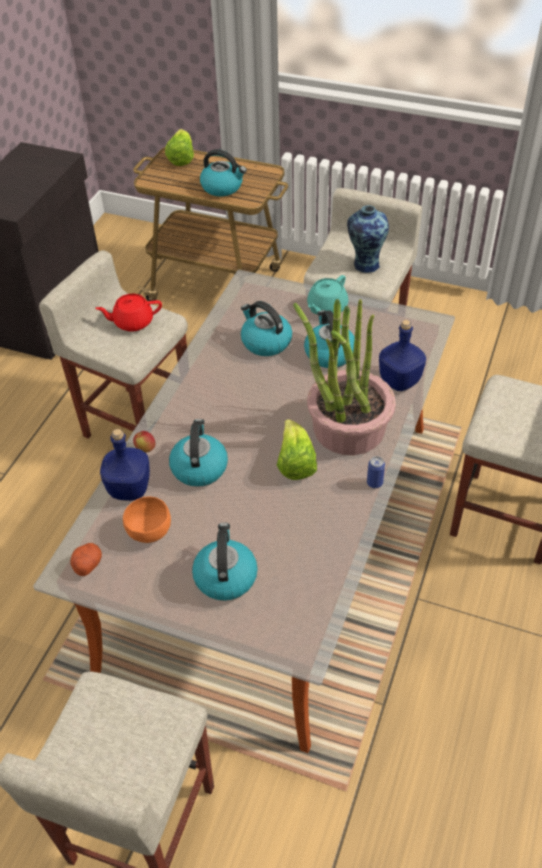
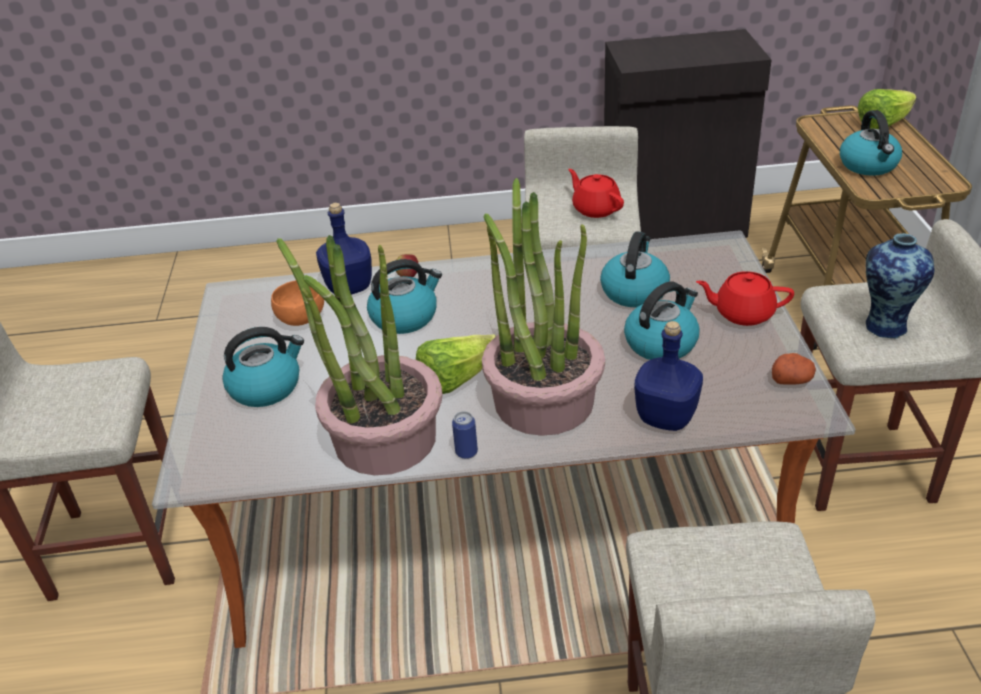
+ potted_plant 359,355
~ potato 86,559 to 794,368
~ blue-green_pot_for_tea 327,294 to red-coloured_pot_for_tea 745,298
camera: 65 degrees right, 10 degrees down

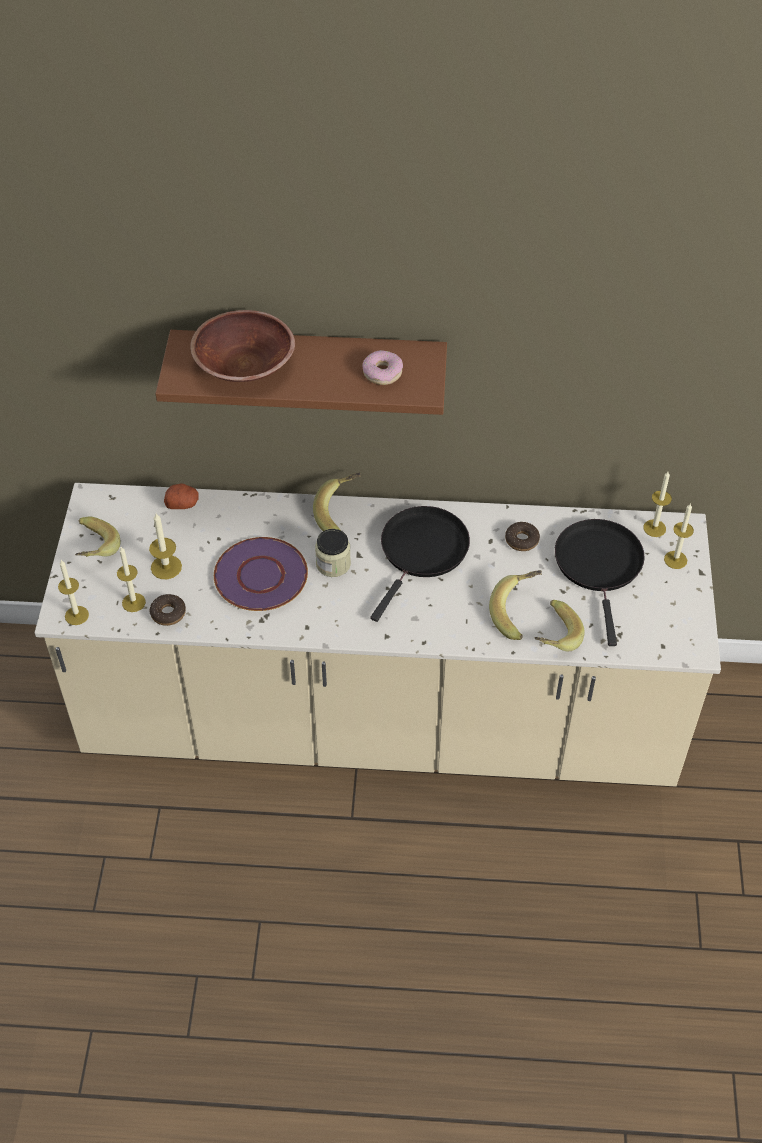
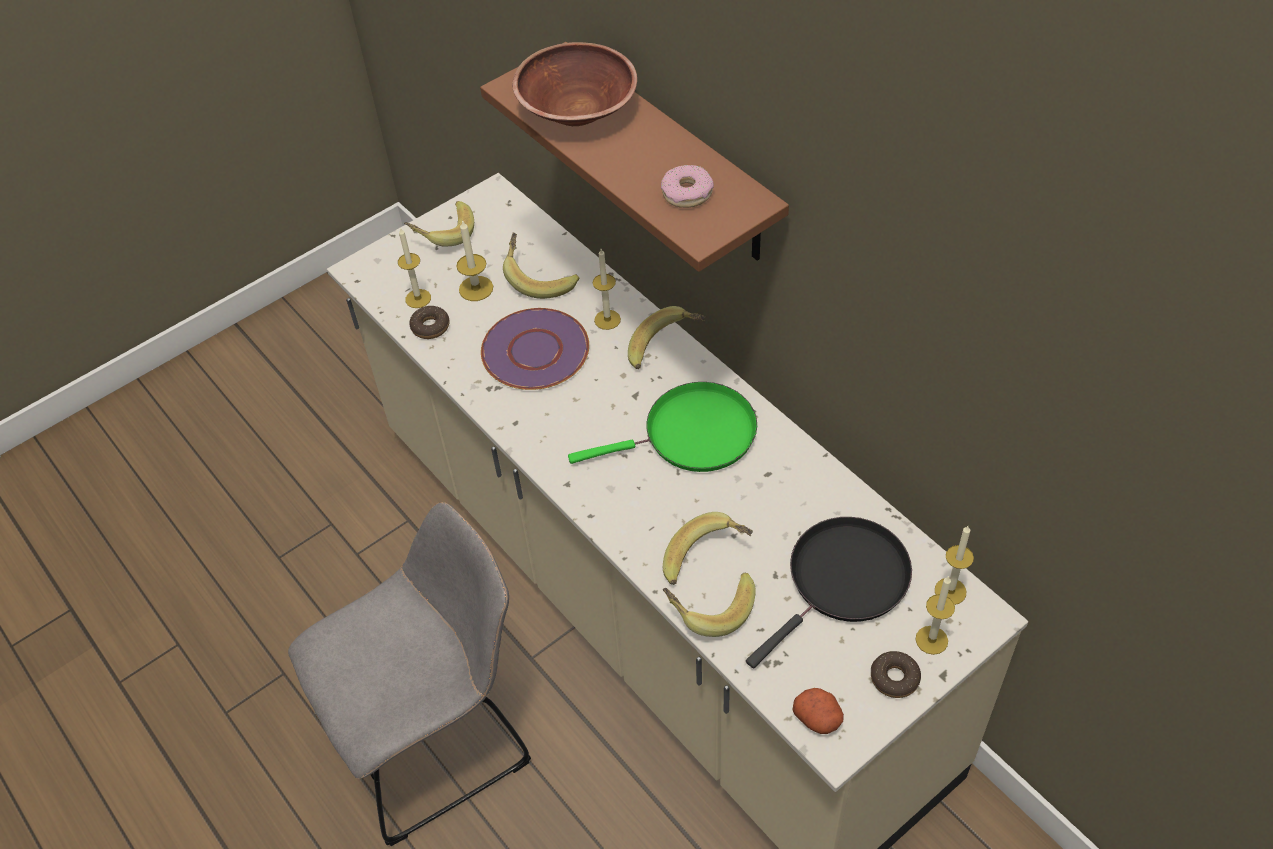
- jar 333,553
+ greyish_chair 409,674
+ banana_fruit 541,266
~ wax_candle 73,592 to 607,289
~ potato 181,496 to 818,711
~ donut 522,536 to 896,674
~ black_skillet 420,564 to greenish_skillet 662,427
camera: 50 degrees right, 0 degrees up

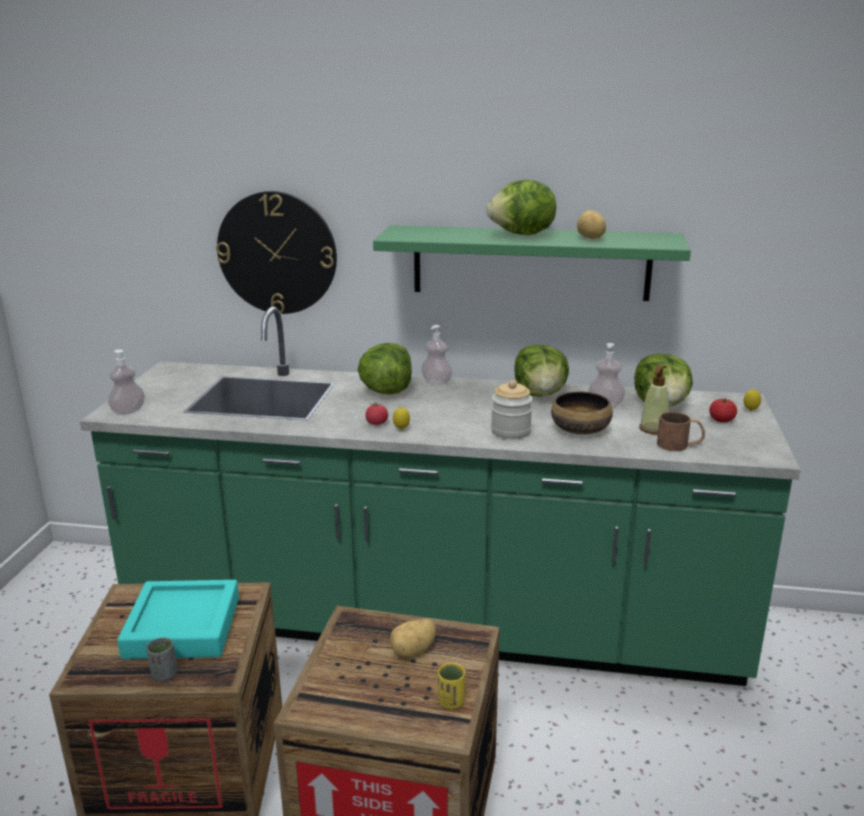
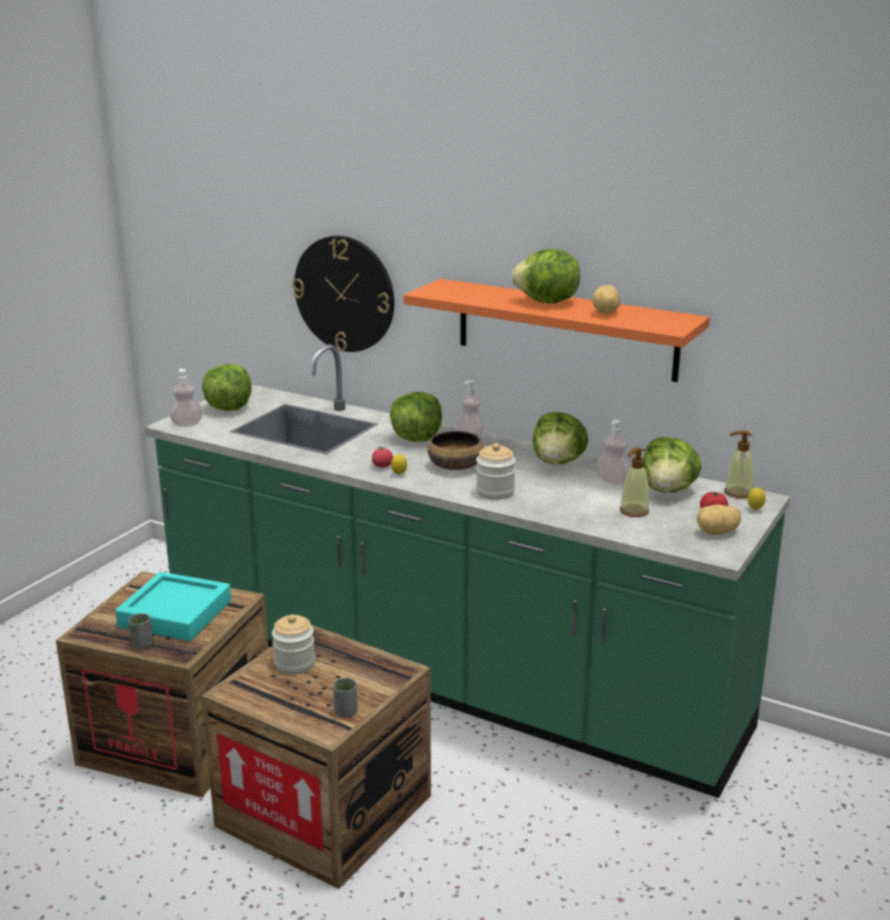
- brown-coloured_mug 681,431
+ head_of_lettuce 226,387
+ jar 293,644
+ soap_dispenser 739,464
~ potato 413,638 to 719,519
~ deep_dish 582,413 to 455,450
~ greenish_shelf 532,263 to orangey_shelf 556,330
~ yellow_small_cup 451,686 to greyish_small_cup 345,698
camera: 20 degrees right, 0 degrees up

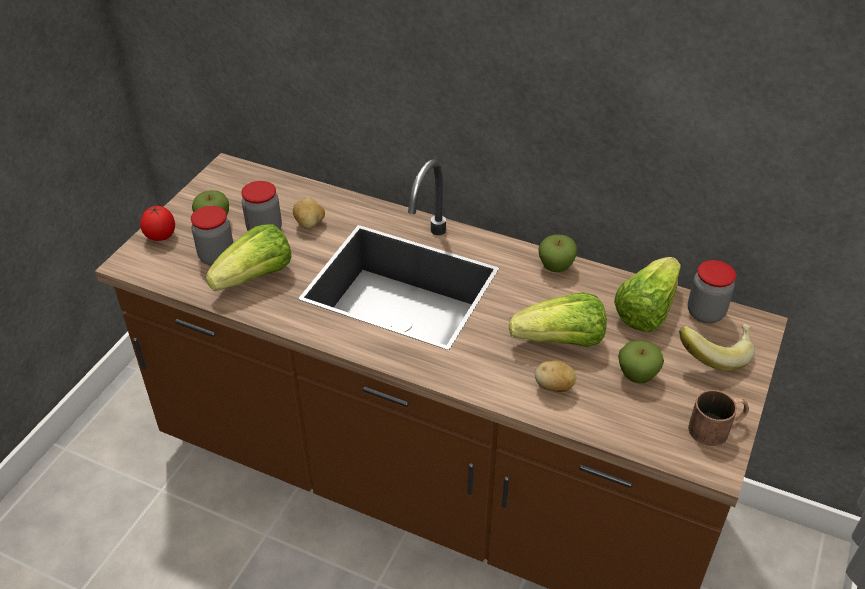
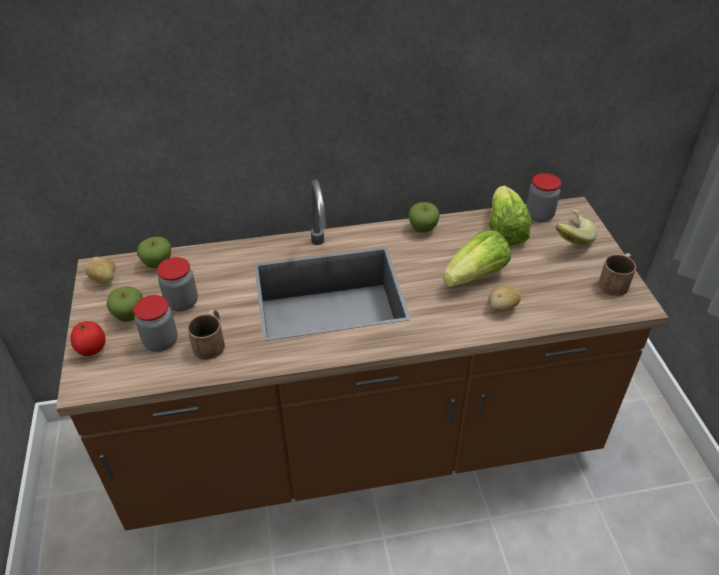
~ potato 309,213 to 100,270
~ apple 641,362 to 154,253
~ head_of_lettuce 248,257 to brown-coloured_mug 206,334
camera: 35 degrees left, 0 degrees up

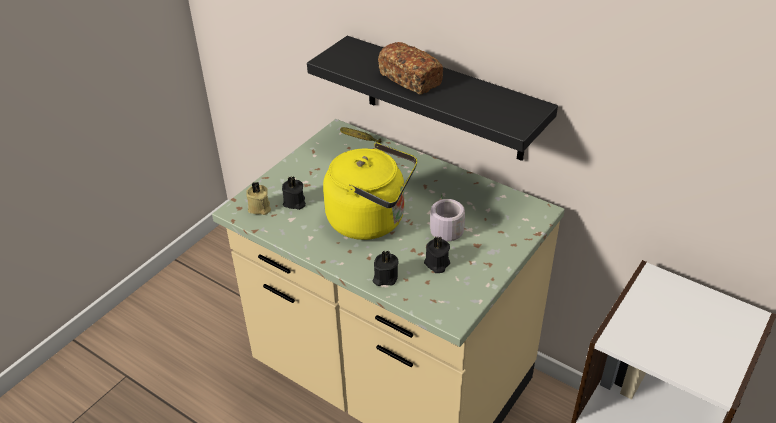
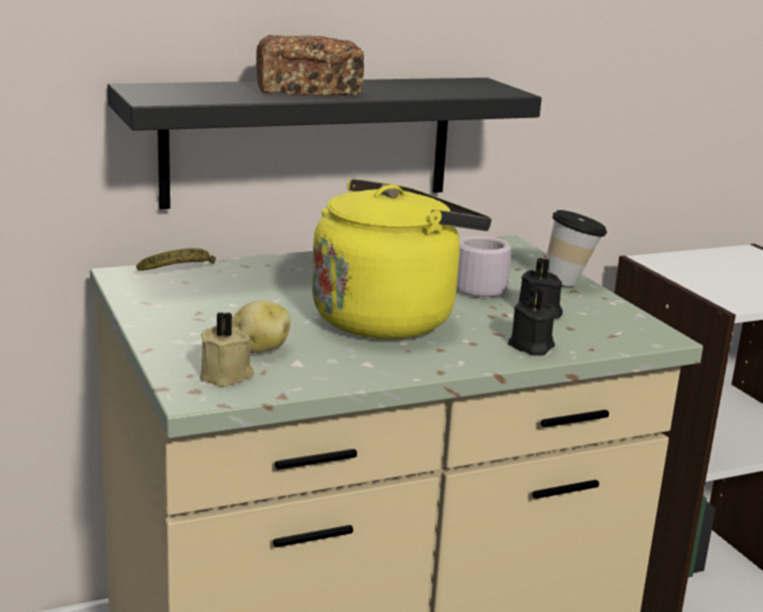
+ small_cup 576,248
~ black_wax_candle 294,193 to potato 261,326
camera: 60 degrees left, 20 degrees down

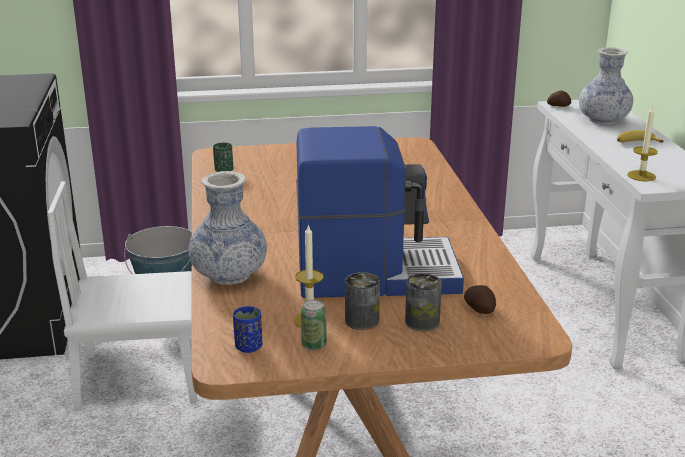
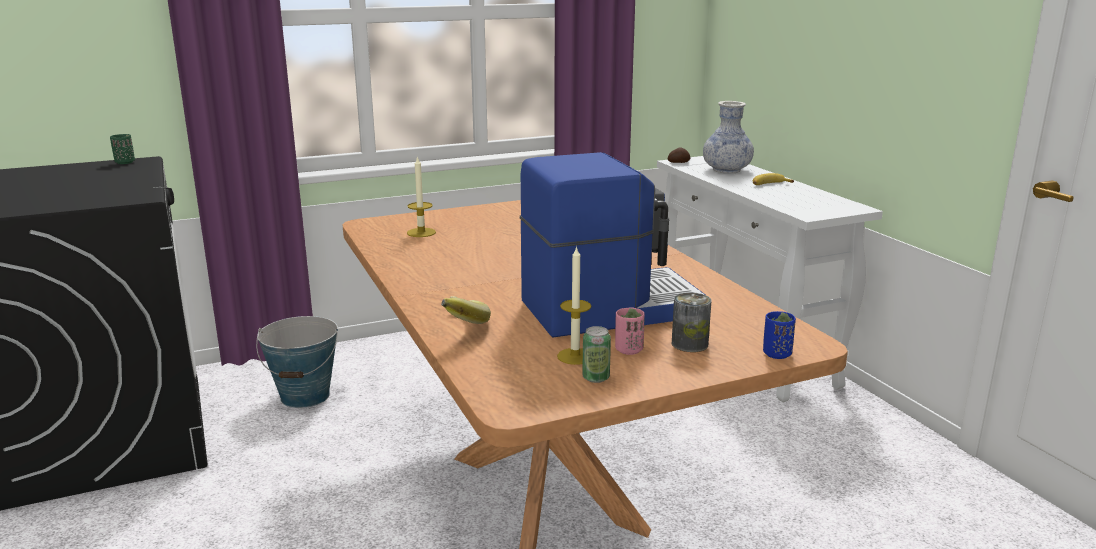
- white_chair 122,296
- potato 480,299
~ greenish_small_cup 223,157 to 122,149
~ blue-coloured_small_cup 247,329 to 779,335
~ wax_candle 642,143 to 421,196
~ flower_vase 227,228 to banana_fruit 466,310
~ metal_can 362,301 to pink_small_cup 630,331
camera: 15 degrees left, 5 degrees down

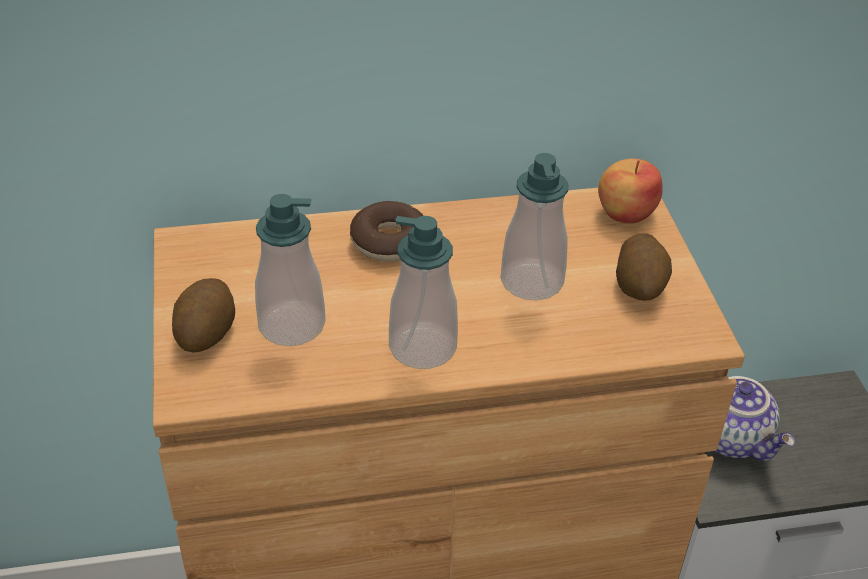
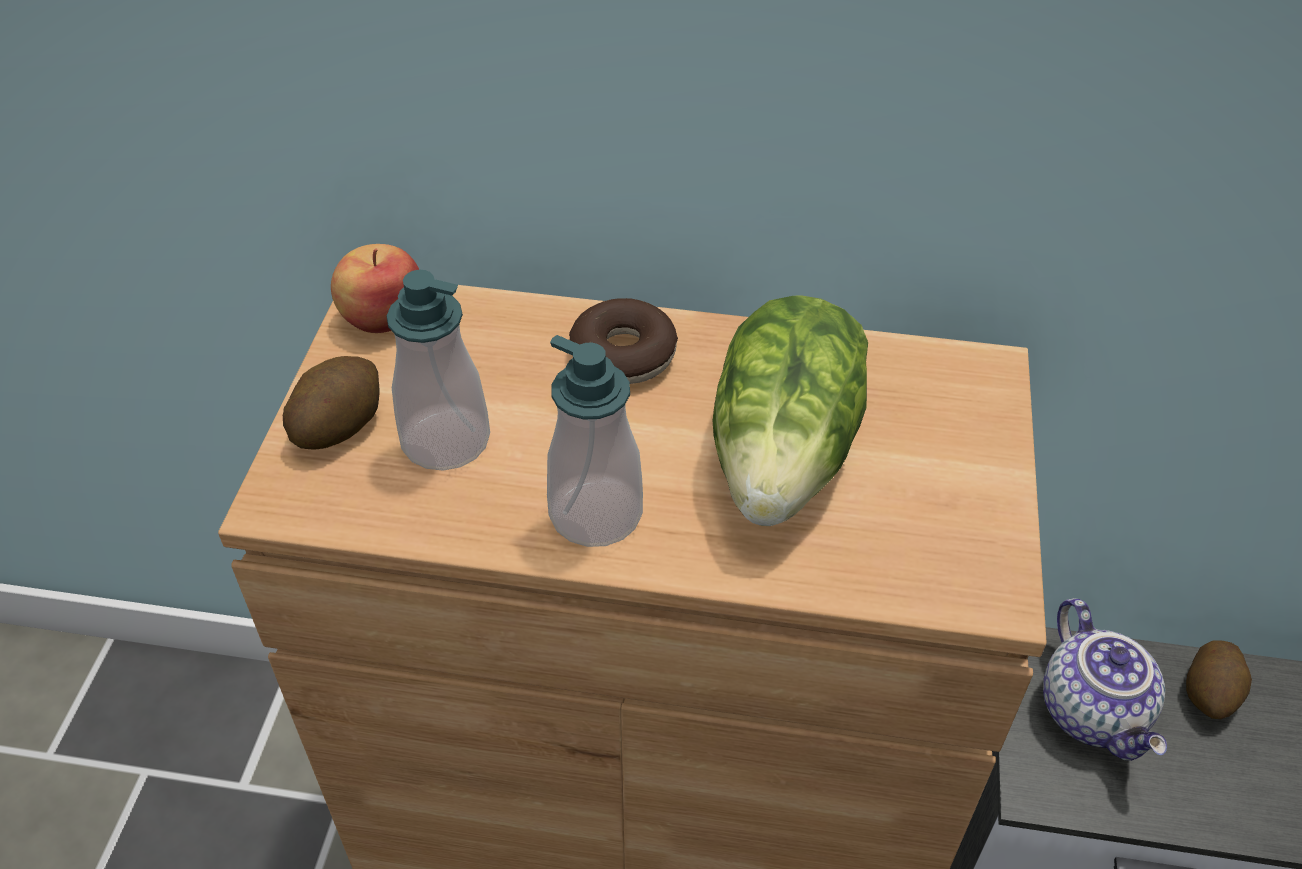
~ apple 630,191 to 375,288
~ potato 644,267 to 1219,679
~ soap_dispenser 534,227 to head_of_lettuce 790,410
camera: 20 degrees right, 5 degrees up

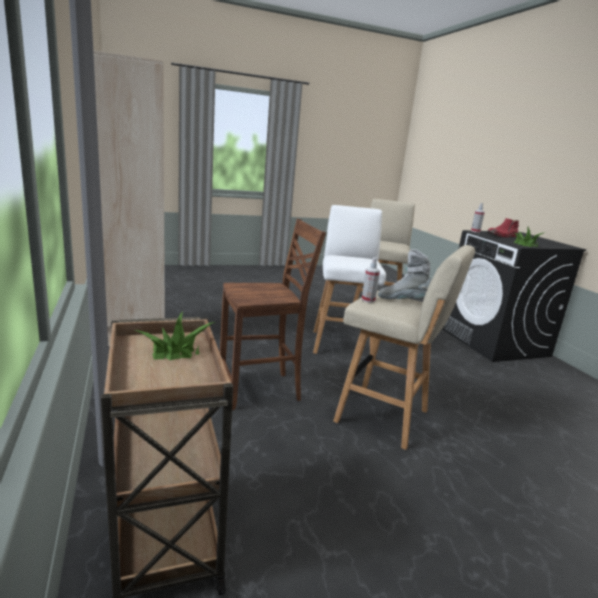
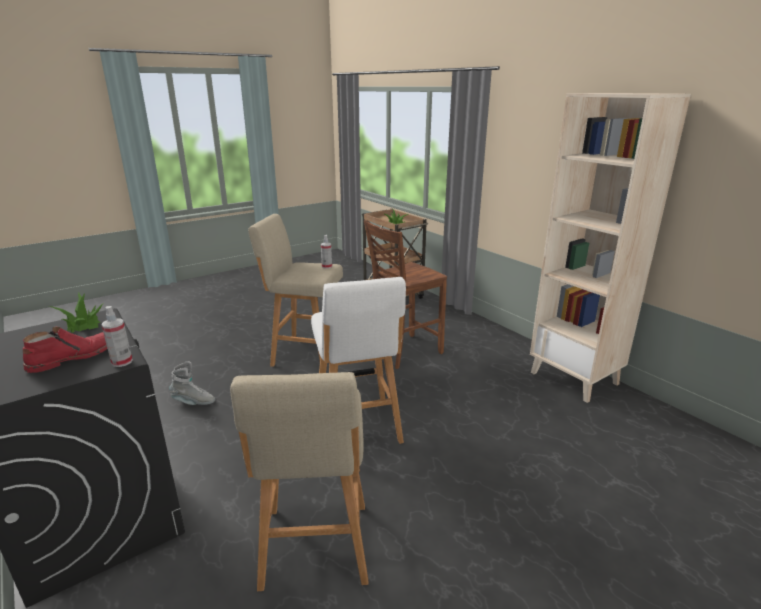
~ greyish_high-top_boot 404,274 to 192,383
camera: 165 degrees right, 5 degrees up

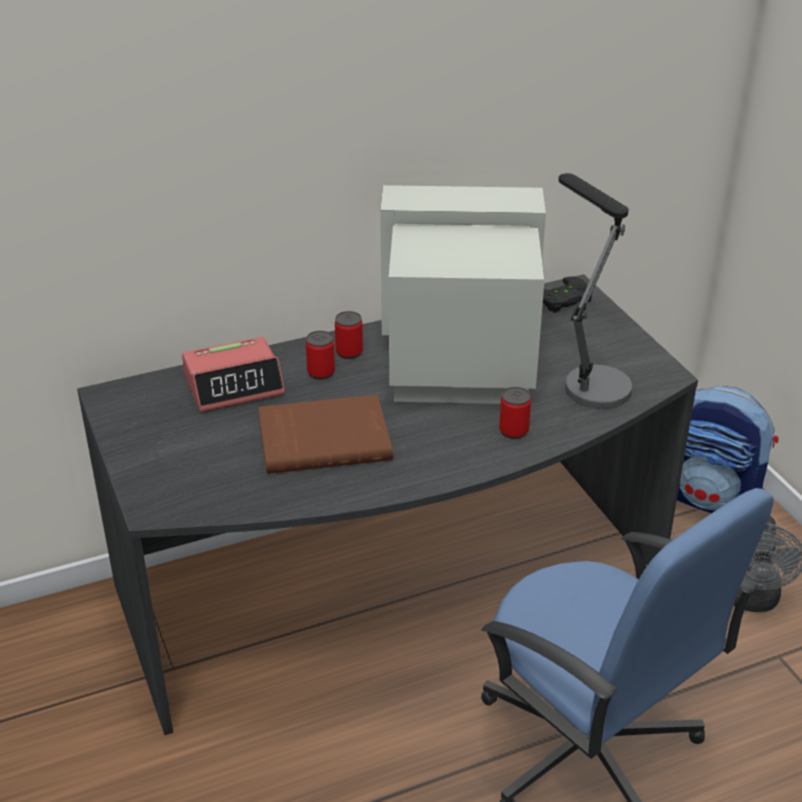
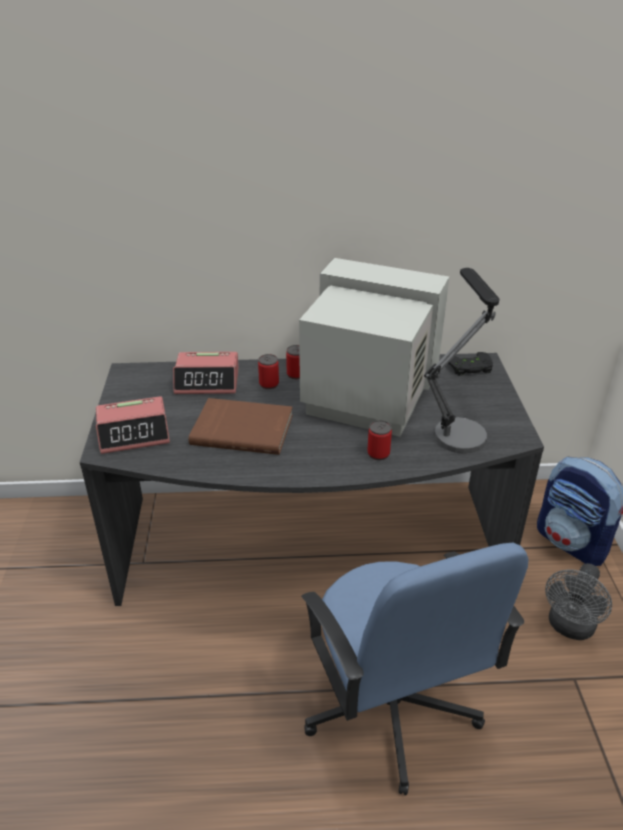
+ bedside_clock 133,425
camera: 20 degrees right, 0 degrees up

